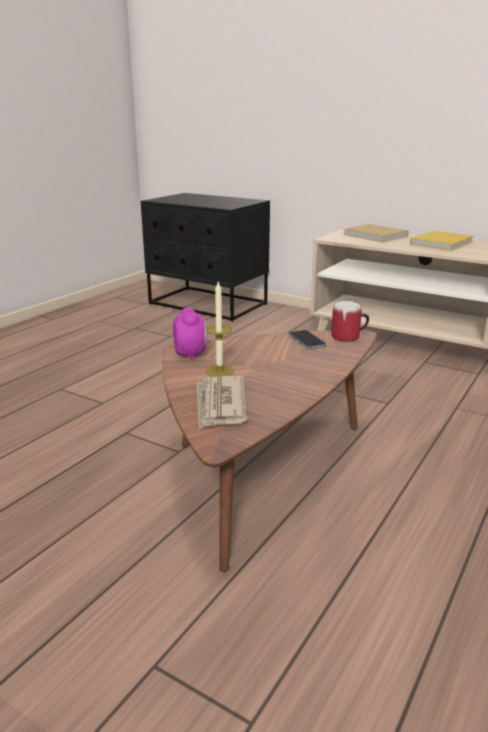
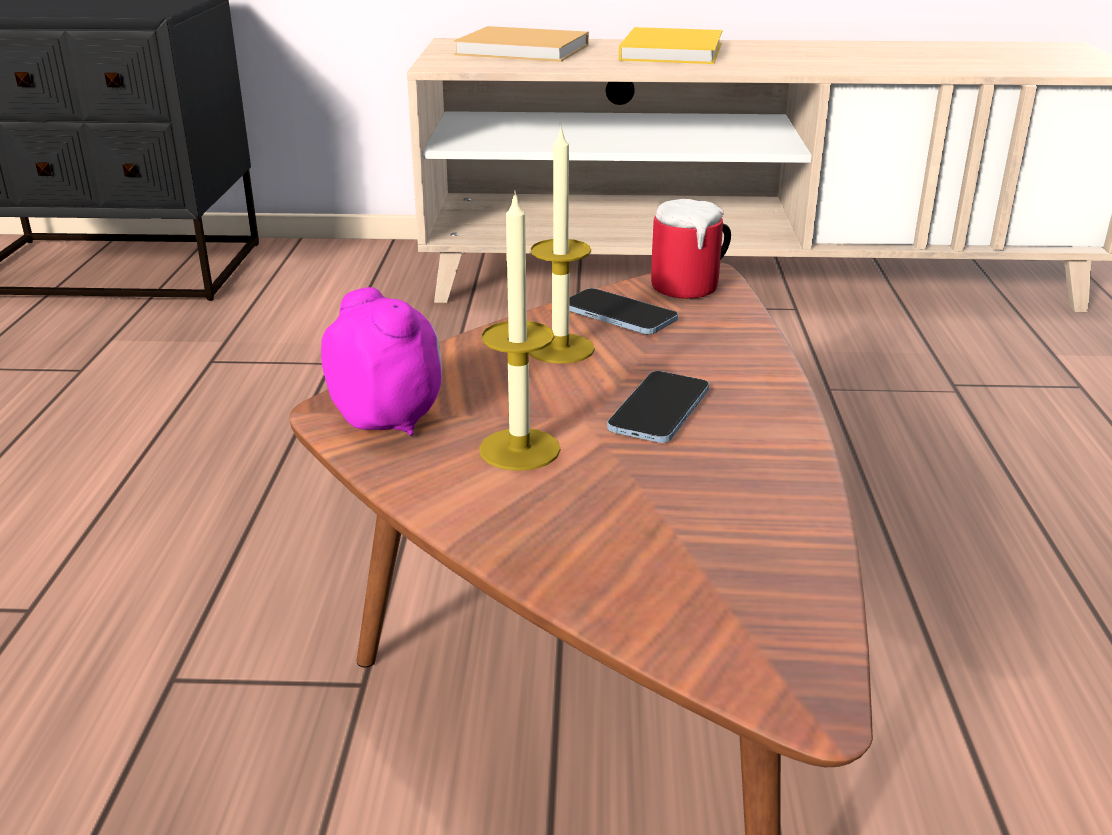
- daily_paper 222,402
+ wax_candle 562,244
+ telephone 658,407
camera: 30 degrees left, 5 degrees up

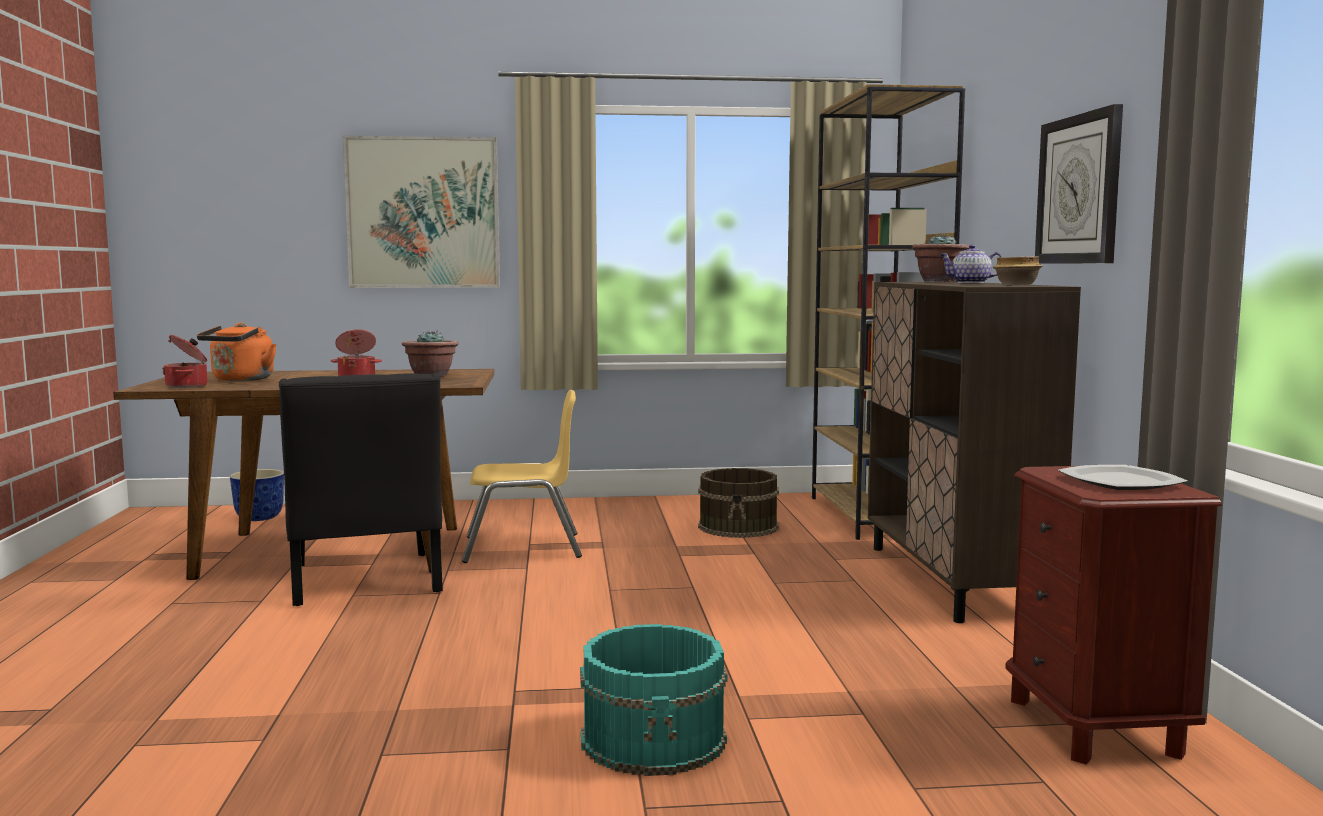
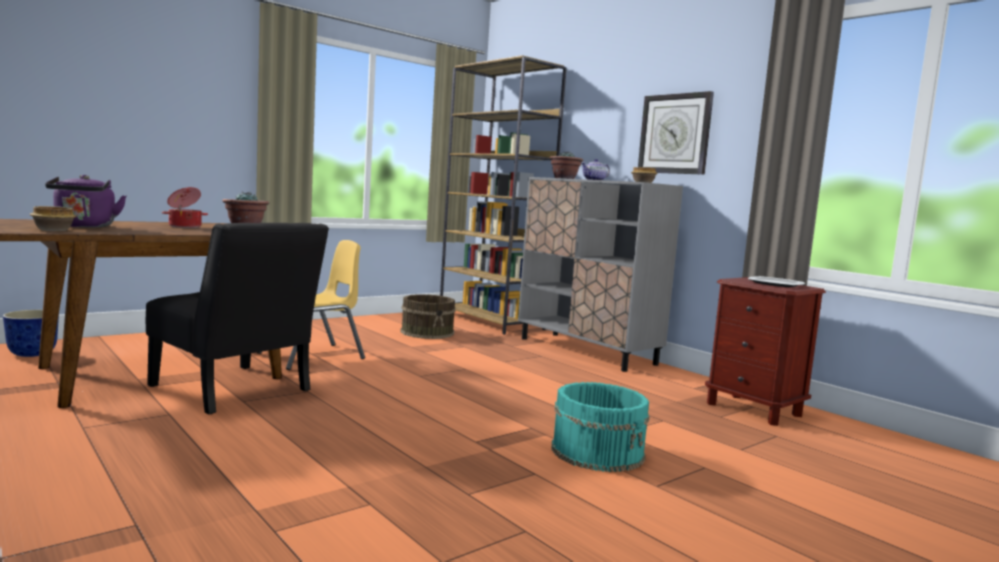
- wall_art 421,212
~ cooking_pot 184,361 to deep_dish 53,218
~ orangey_water_kettle 236,352 to purplish_water_kettle 85,201
~ brown-coloured_storage_cabinet 974,452 to greyish_storage_cabinet 600,274
camera: 35 degrees left, 0 degrees up

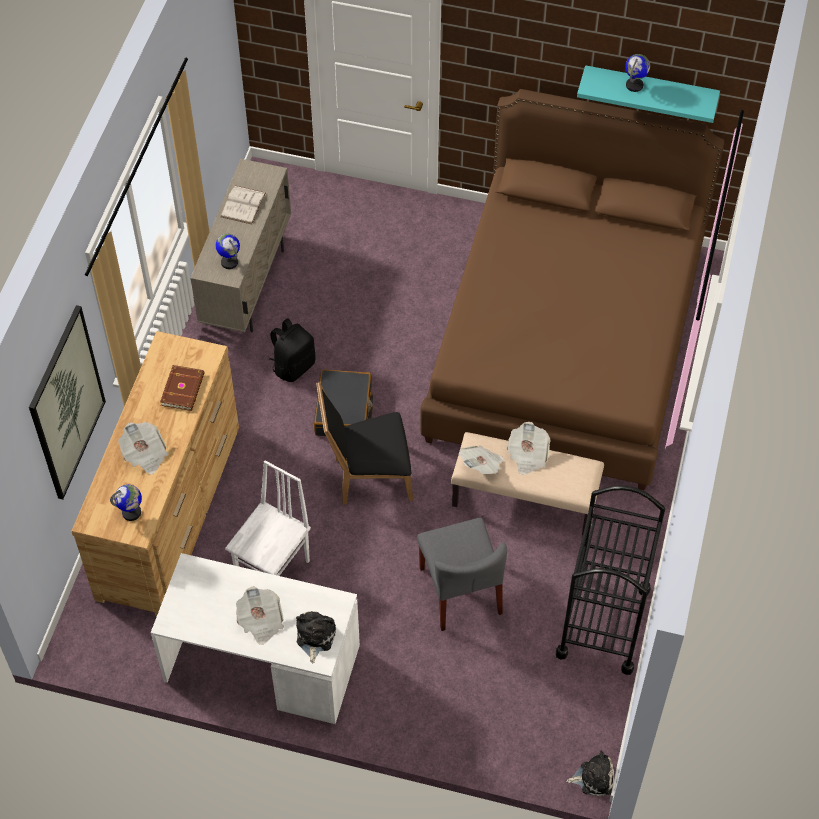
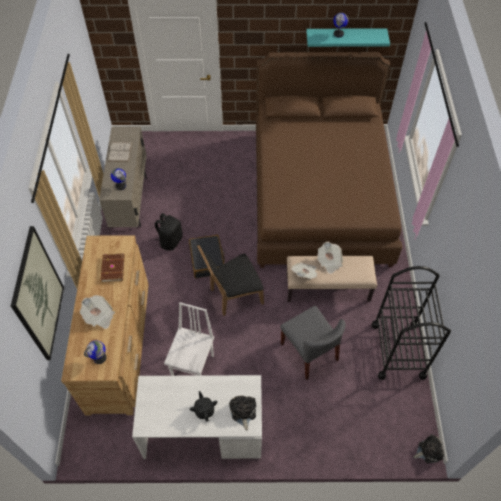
~ daily_paper 260,615 to black_pot_for_tea 203,406
camera: 15 degrees left, 0 degrees up

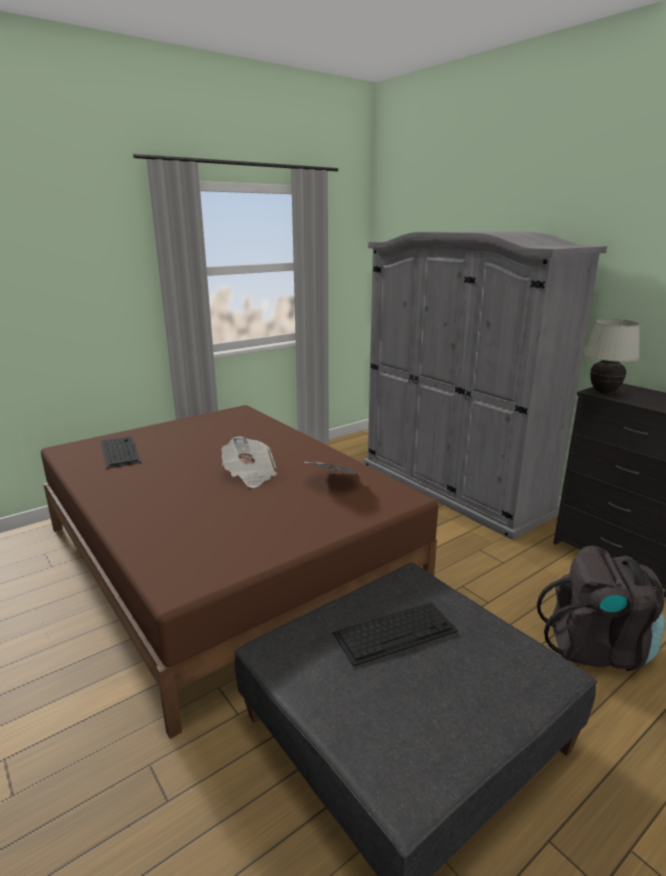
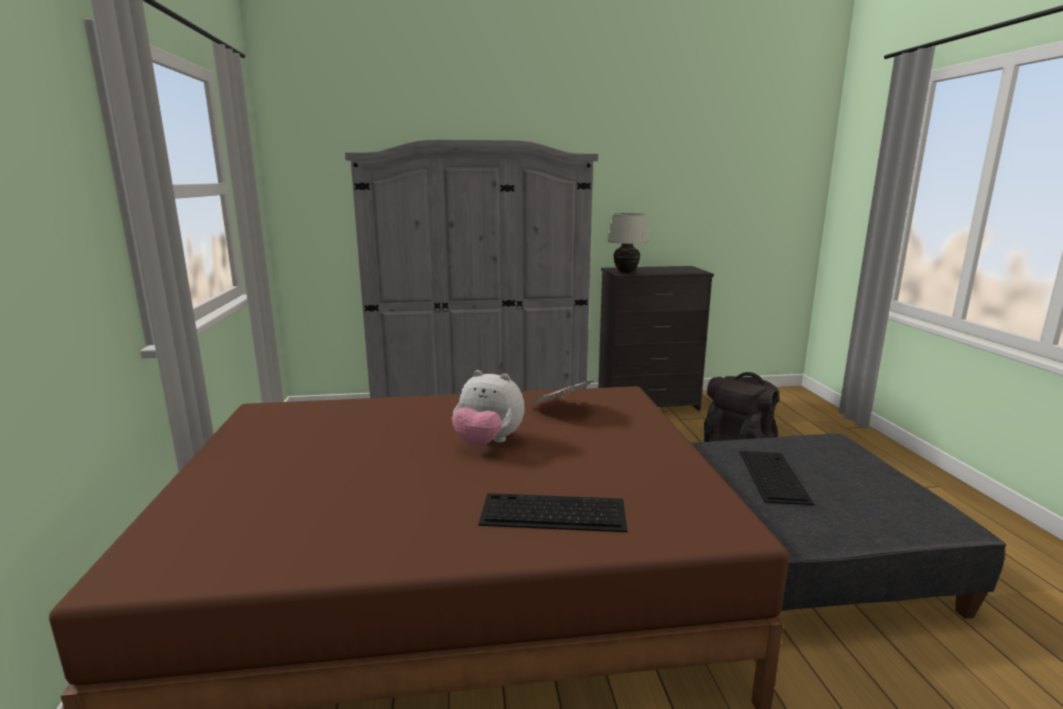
~ PC_keyboard 121,452 to 552,512
~ daily_paper 249,462 to cuddly_toy 488,408
camera: 60 degrees left, 5 degrees down

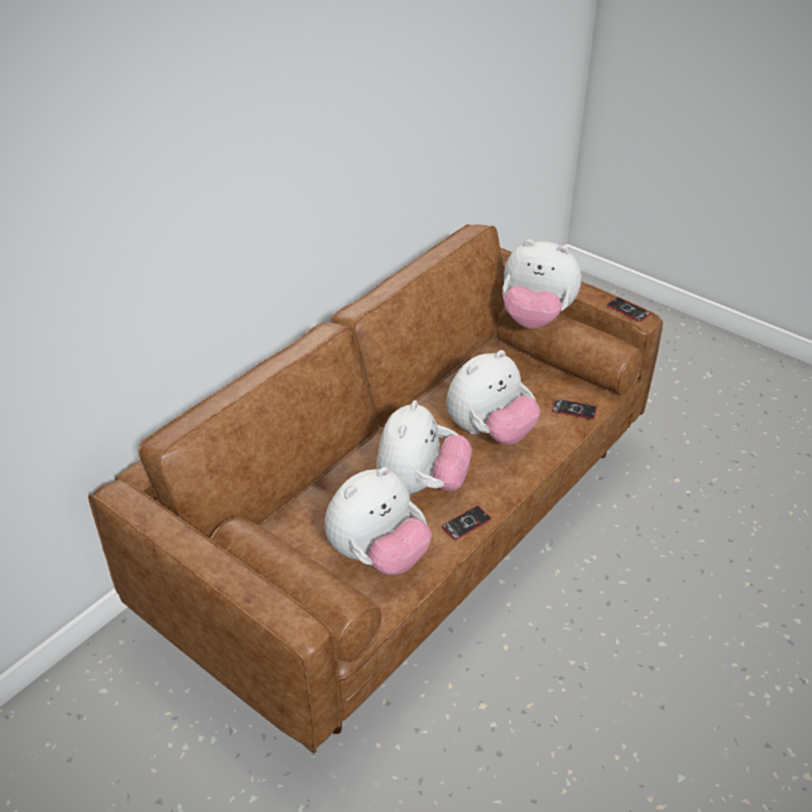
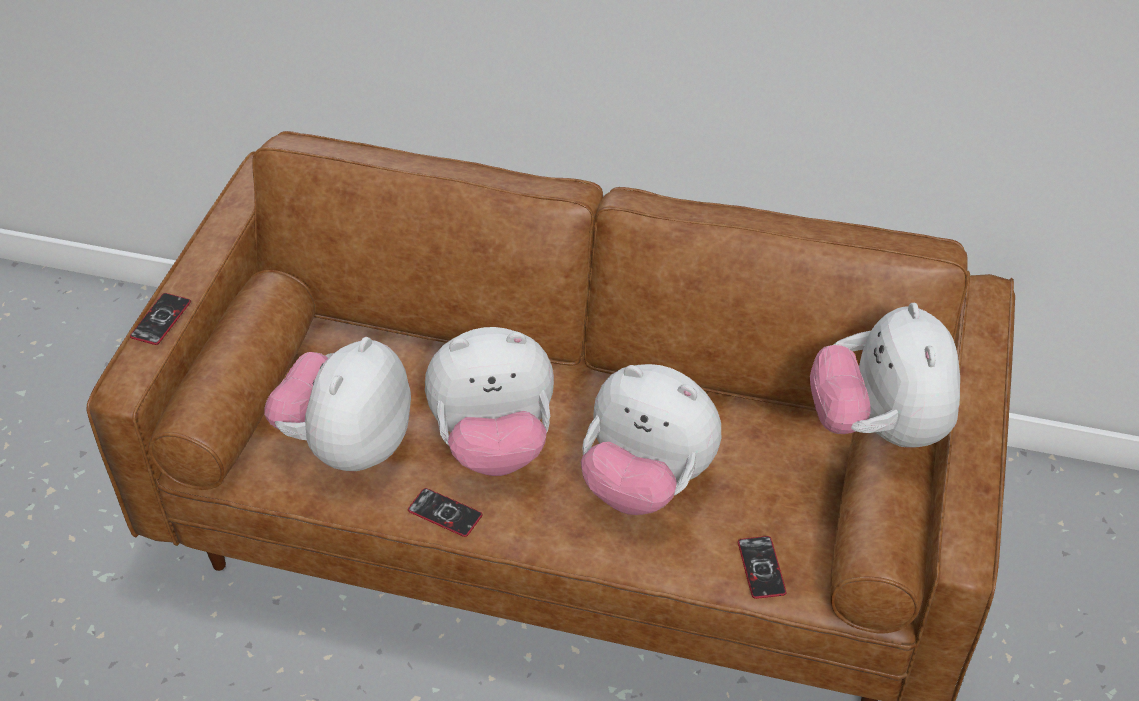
~ telephone 629,309 to 160,319
~ cuddly_toy 378,521 = 337,404 90 degrees clockwise
camera: 65 degrees right, 5 degrees up

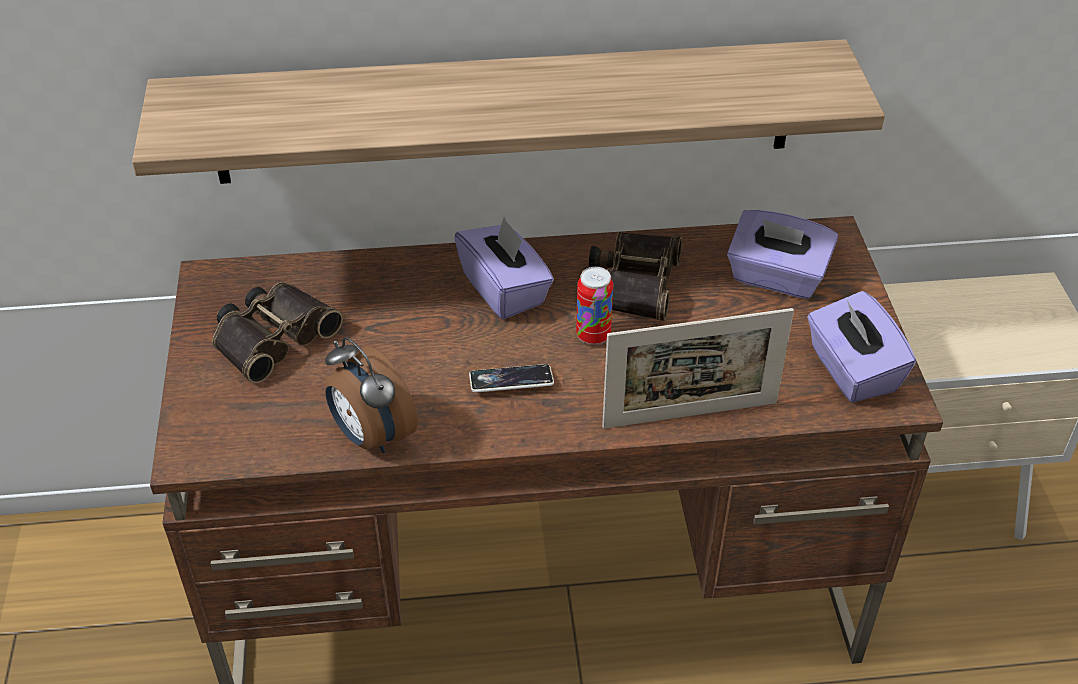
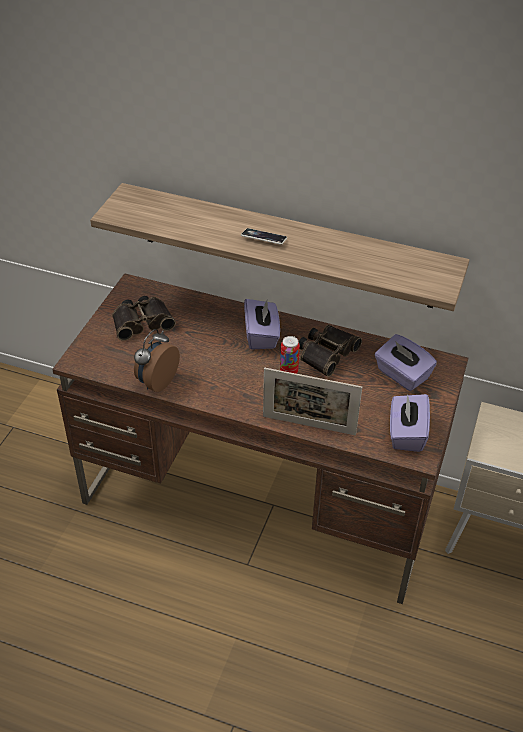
~ telephone 511,378 to 264,236
~ bedside_clock 371,395 = 157,360 45 degrees clockwise
camera: 25 degrees right, 0 degrees up

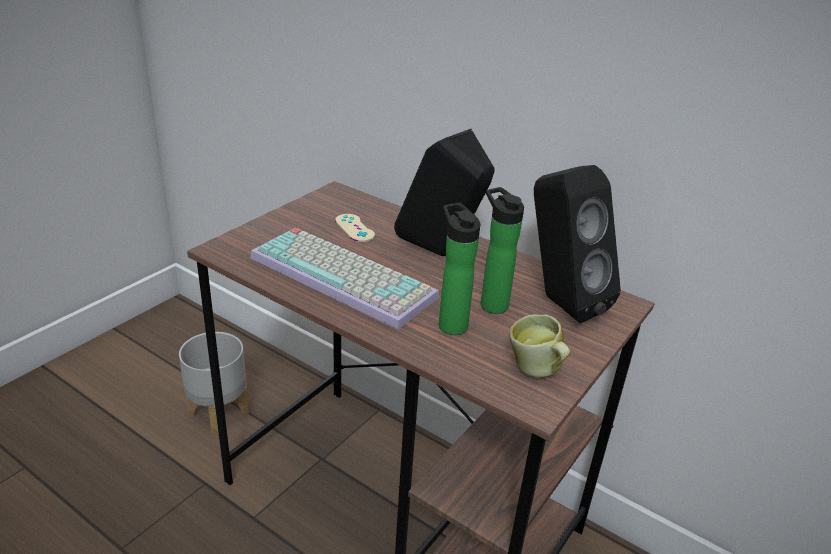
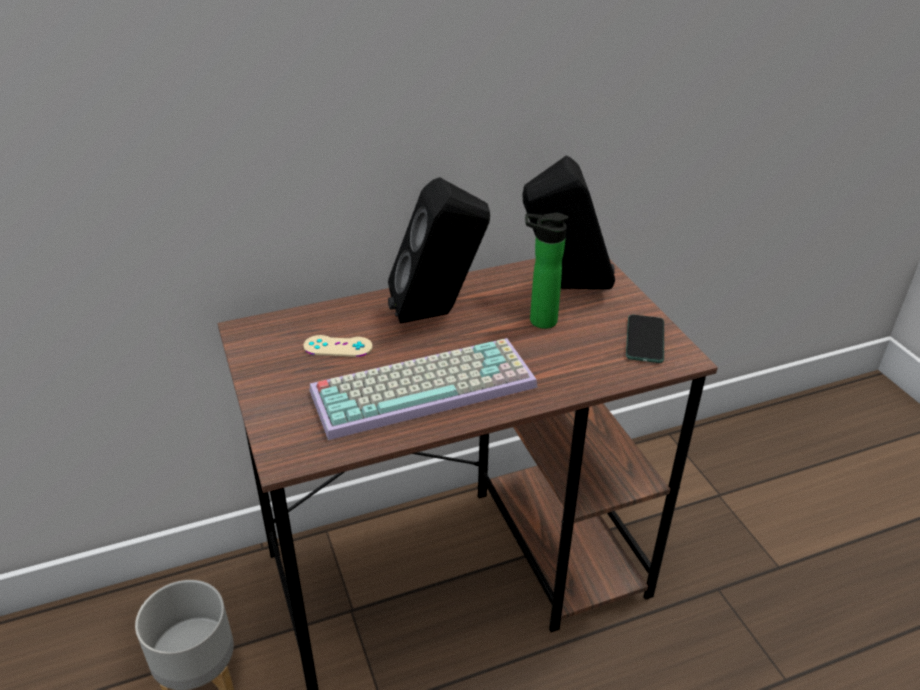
- beverage_bottle 459,269
~ mug 539,346 to telephone 645,339
camera: 55 degrees left, 5 degrees up

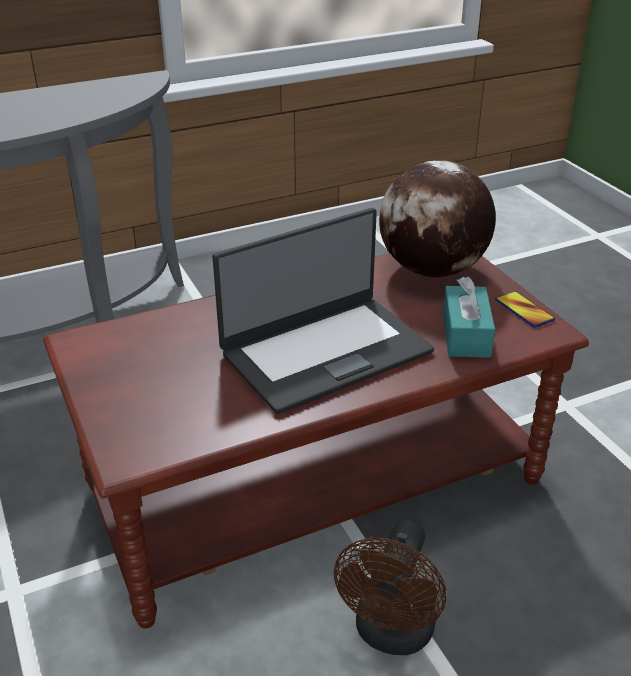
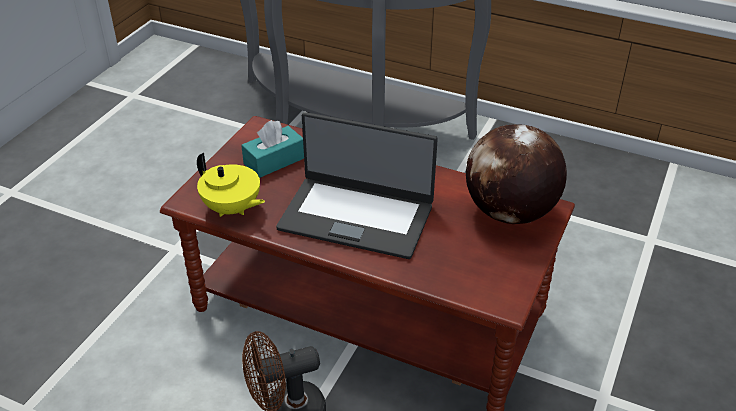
- telephone 525,309
+ yellow_pot_for_tea 231,185
~ blue-green_box_of_tissues 469,317 to 272,149
camera: 50 degrees right, 5 degrees up

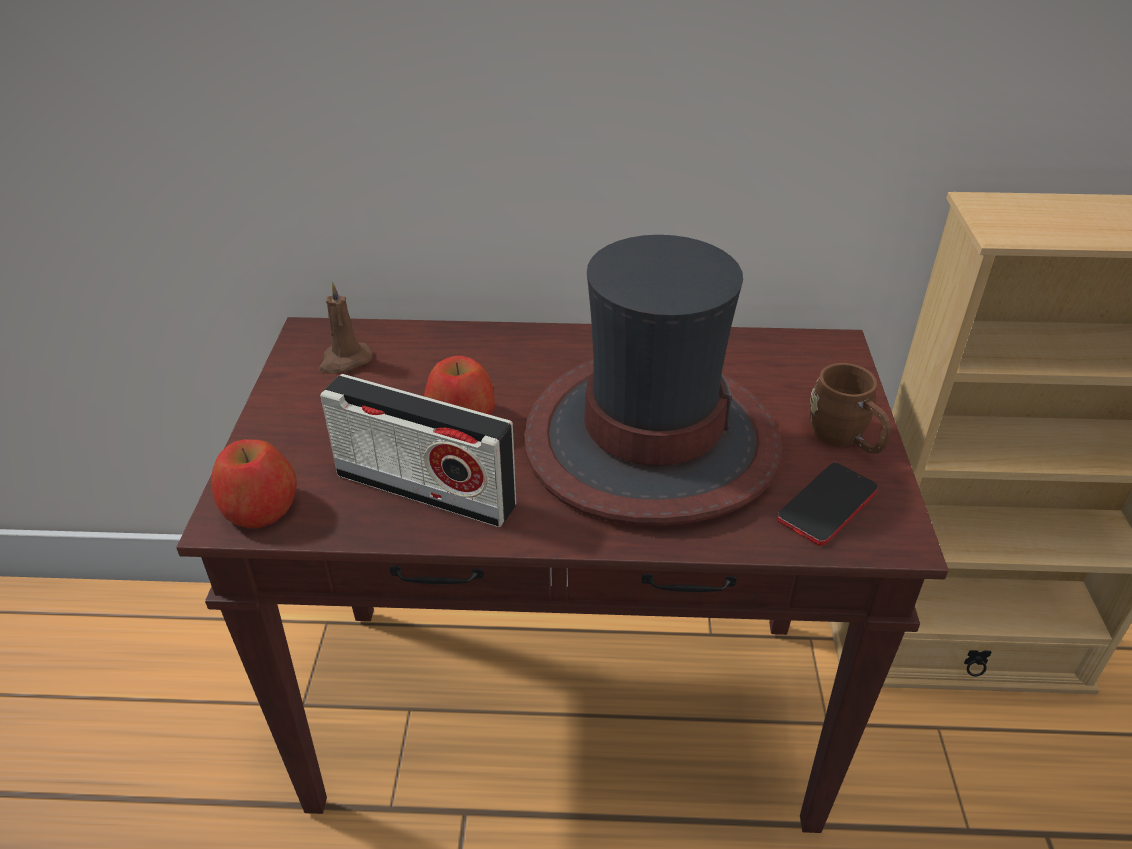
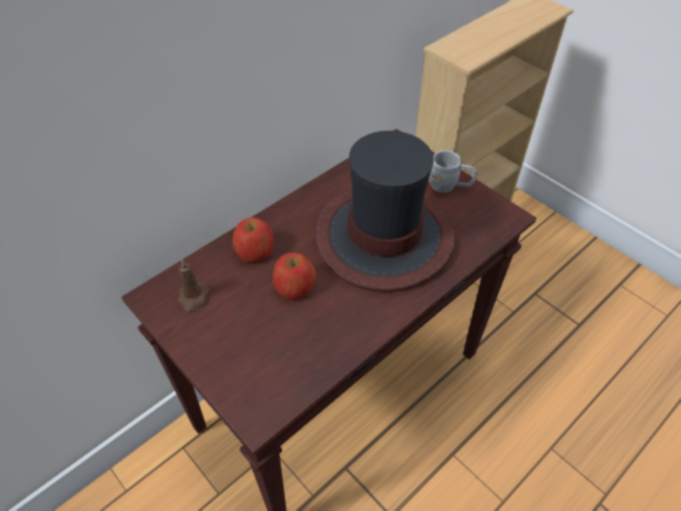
- radio_set 418,450
- telephone 827,504
~ apple 254,483 to 253,240
~ brown-coloured_mug 850,408 to greyish_mug 453,171
camera: 45 degrees left, 10 degrees up

